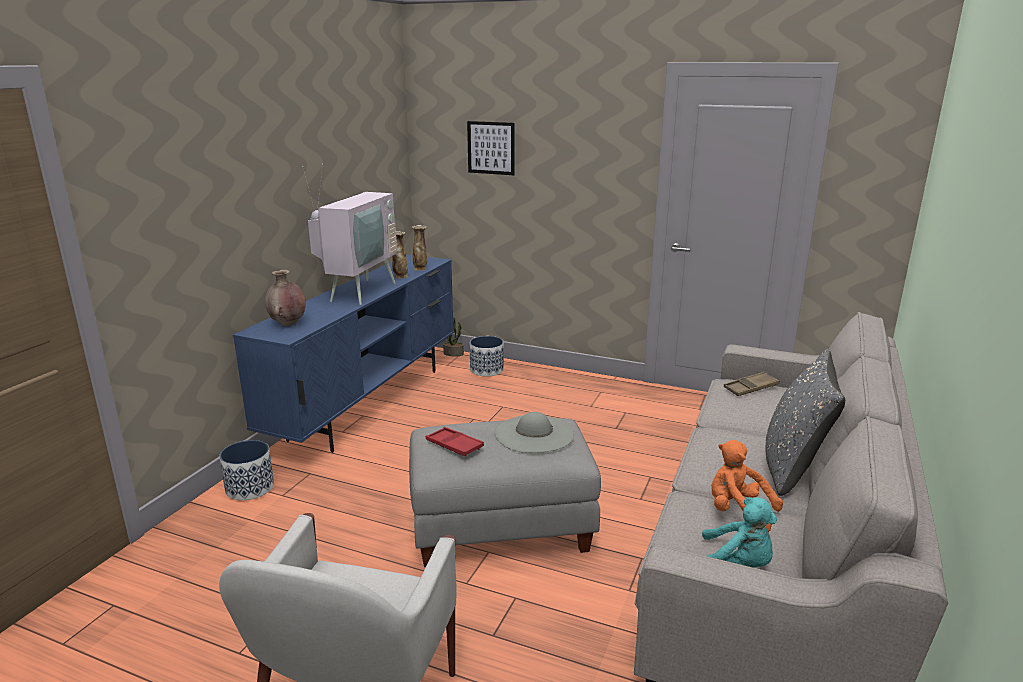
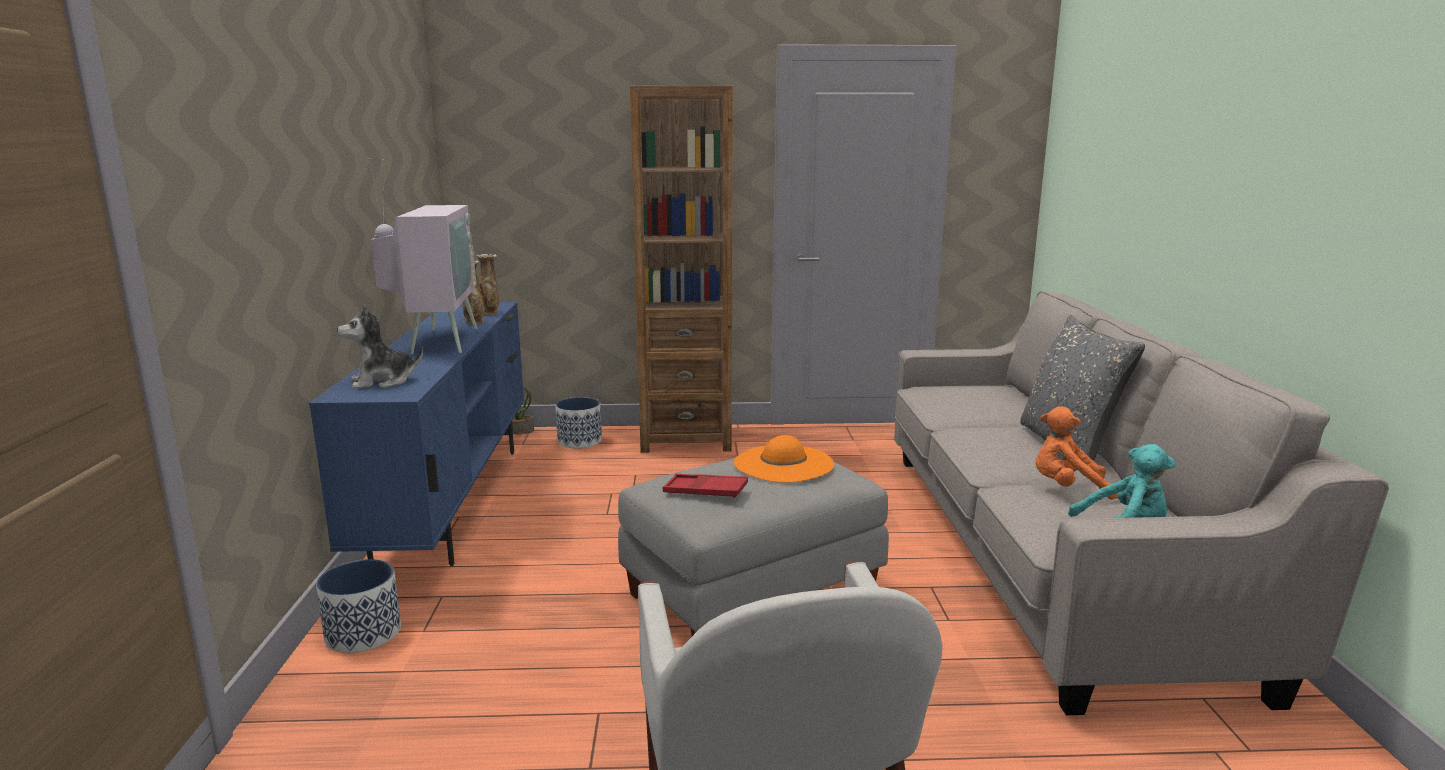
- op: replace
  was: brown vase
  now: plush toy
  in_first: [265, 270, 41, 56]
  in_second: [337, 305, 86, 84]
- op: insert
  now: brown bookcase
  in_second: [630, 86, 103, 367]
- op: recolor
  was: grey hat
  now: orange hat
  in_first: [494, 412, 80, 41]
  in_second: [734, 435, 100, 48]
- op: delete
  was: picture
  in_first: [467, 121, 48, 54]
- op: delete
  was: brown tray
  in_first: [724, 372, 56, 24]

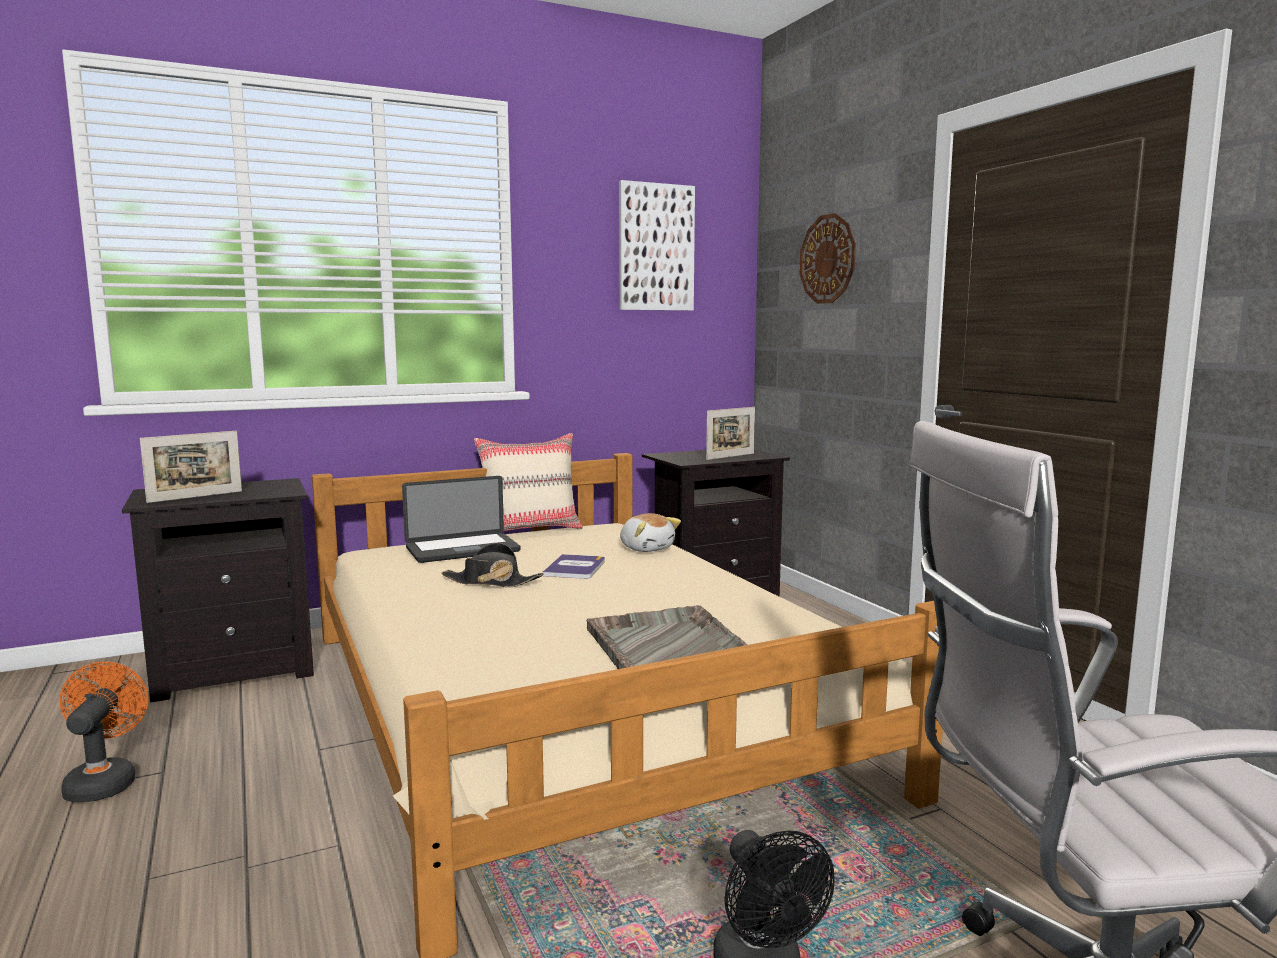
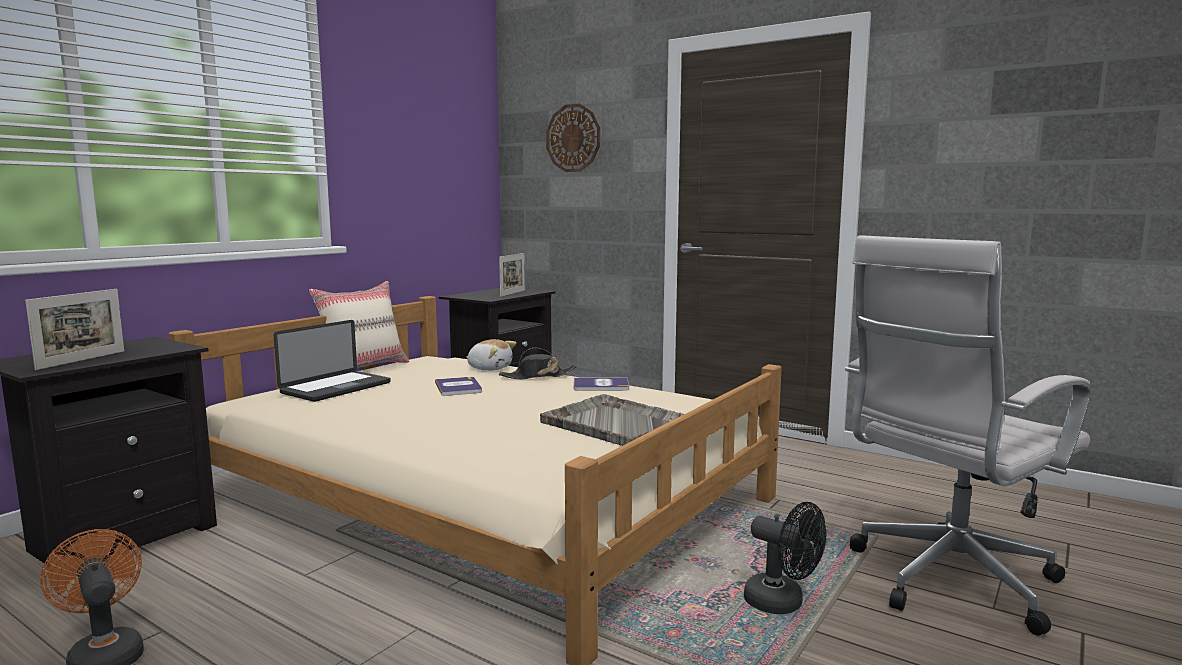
- op: move
  was: black hat
  in_first: [441, 543, 103, 44]
  in_second: [499, 348, 78, 31]
- op: insert
  now: book
  in_second: [573, 377, 56, 14]
- op: delete
  was: picture
  in_first: [619, 180, 76, 131]

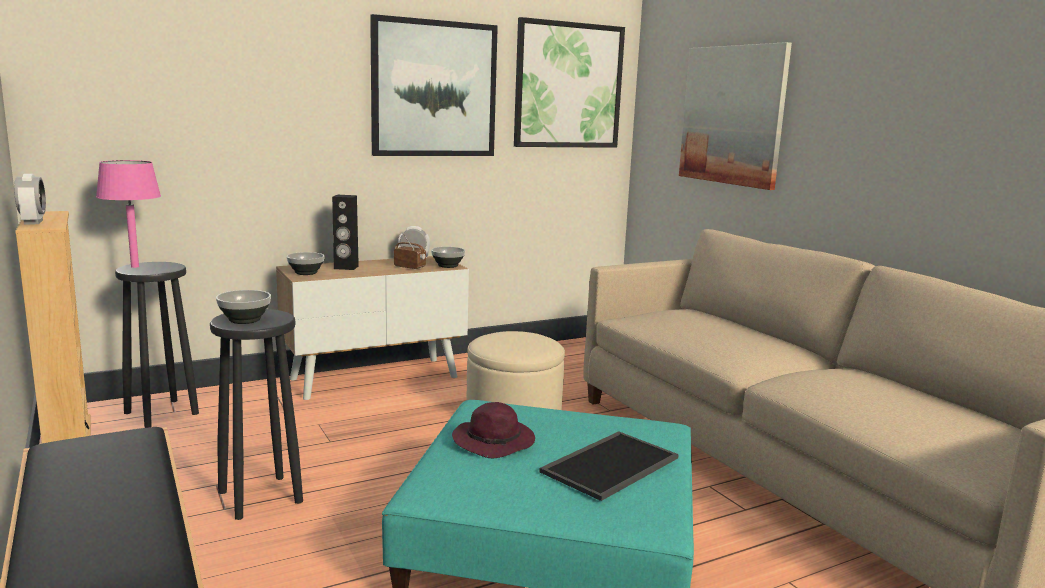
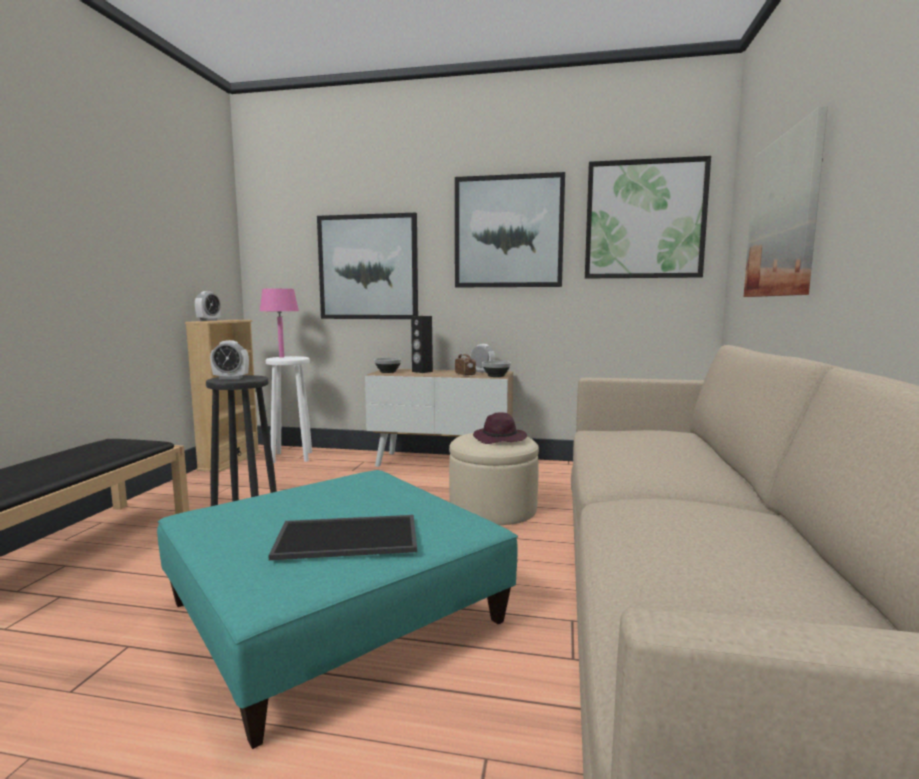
- op: replace
  was: bowl
  now: alarm clock
  in_first: [216, 290, 55, 34]
  in_second: [210, 340, 39, 39]
- op: recolor
  was: black stool
  now: white stool
  in_first: [115, 262, 84, 166]
  in_second: [266, 356, 46, 107]
- op: insert
  now: picture
  in_second: [317, 213, 101, 106]
- op: move
  was: purple hat
  in_first: [452, 402, 83, 56]
  in_second: [473, 412, 54, 32]

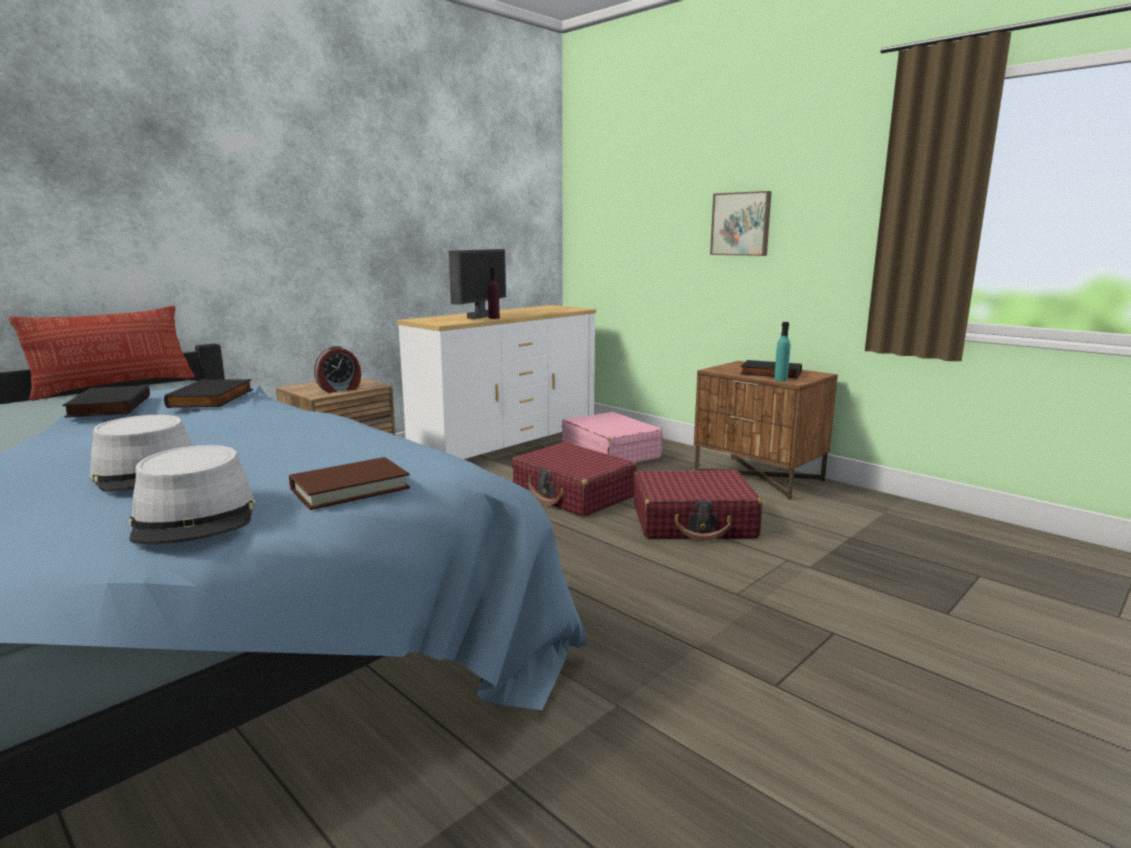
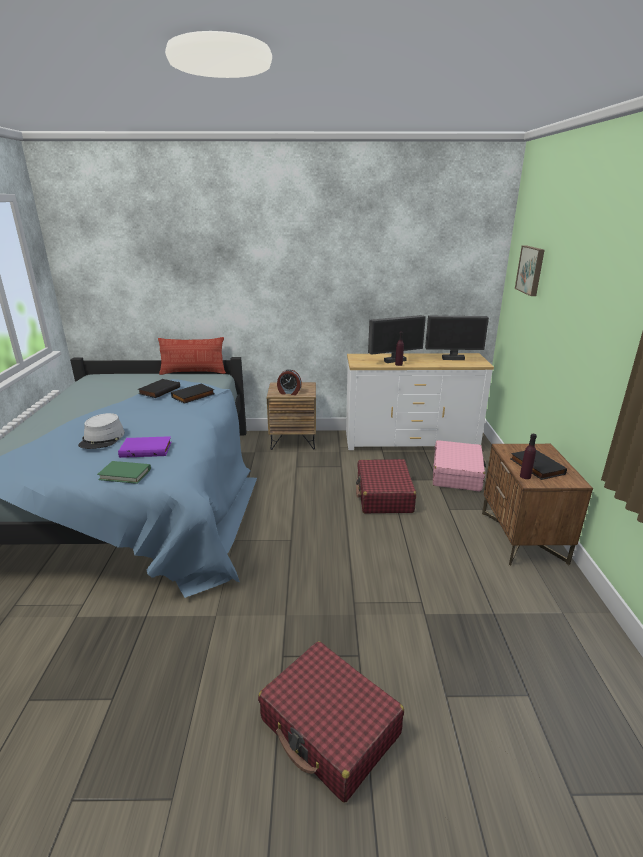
- op: recolor
  was: brown book
  now: green book
  in_first: [289, 457, 121, 53]
  in_second: [97, 461, 54, 23]
- op: insert
  now: purple book
  in_second: [118, 436, 54, 22]
- op: move
  was: red suitcase
  in_first: [634, 470, 128, 71]
  in_second: [258, 641, 146, 162]
- op: insert
  now: monitor
  in_second: [425, 316, 64, 44]
- op: move
  was: picture
  in_first: [710, 191, 62, 65]
  in_second: [515, 246, 30, 50]
- op: recolor
  was: turquoise bottle
  now: purple bottle
  in_first: [774, 322, 16, 60]
  in_second: [520, 434, 17, 45]
- op: delete
  was: grey hat
  in_first: [129, 445, 127, 99]

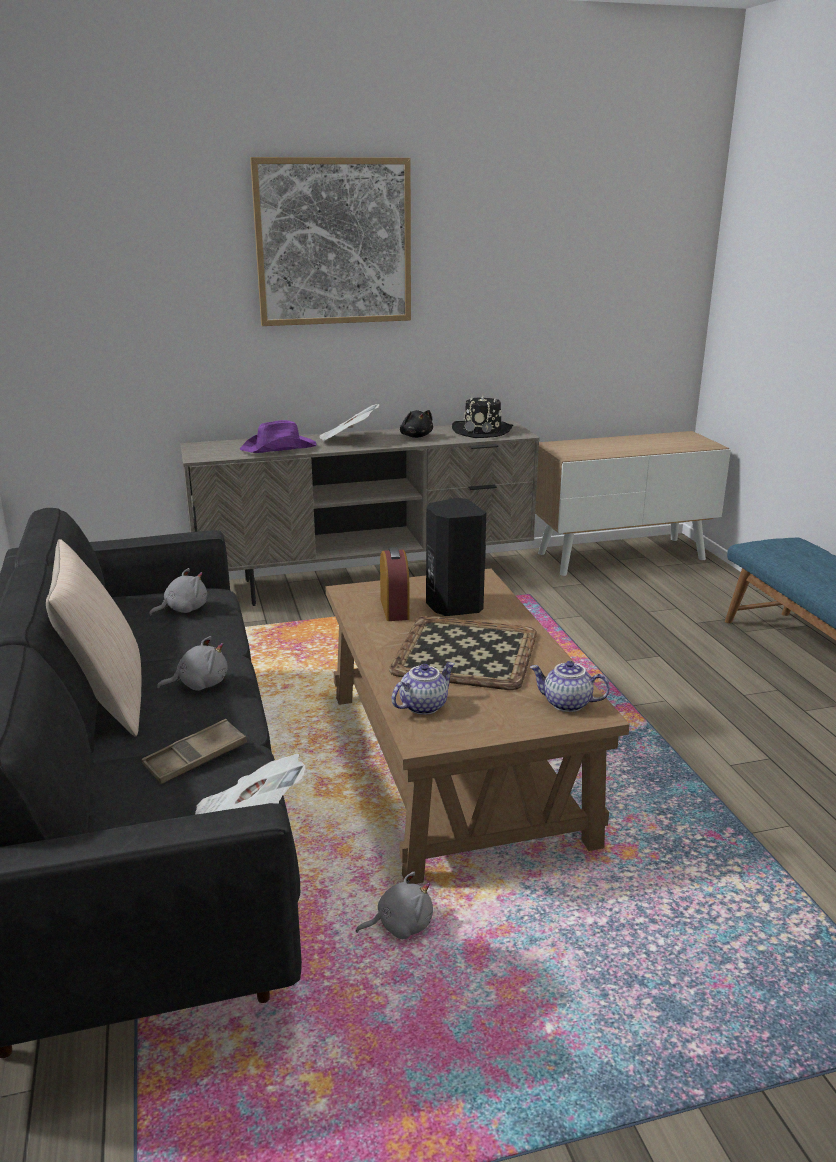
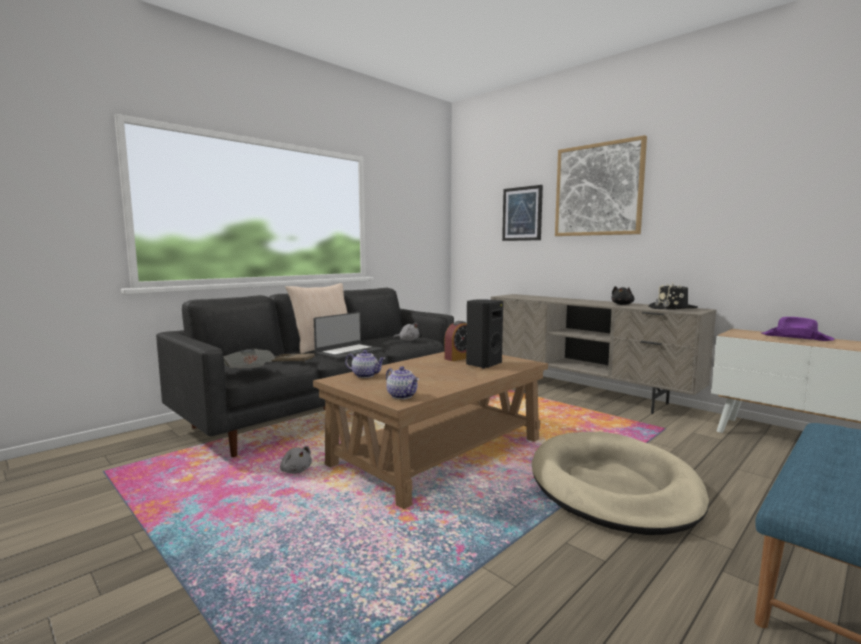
- op: replace
  was: grey plush toy
  now: laptop
  in_first: [157, 636, 71, 55]
  in_second: [314, 312, 69, 48]
- op: rotate
  was: teapot
  in_first: [530, 661, 80, 51]
  in_second: [386, 366, 33, 33]
  clockwise: 150
- op: insert
  now: picture
  in_second: [502, 185, 41, 56]
- op: insert
  now: beige dog bed
  in_second: [532, 432, 177, 103]
- op: move
  was: purple hat
  in_first: [240, 420, 77, 33]
  in_second: [762, 317, 73, 24]
- op: delete
  was: newspaper
  in_first: [319, 404, 60, 37]
- op: delete
  was: tray
  in_first: [389, 616, 148, 74]

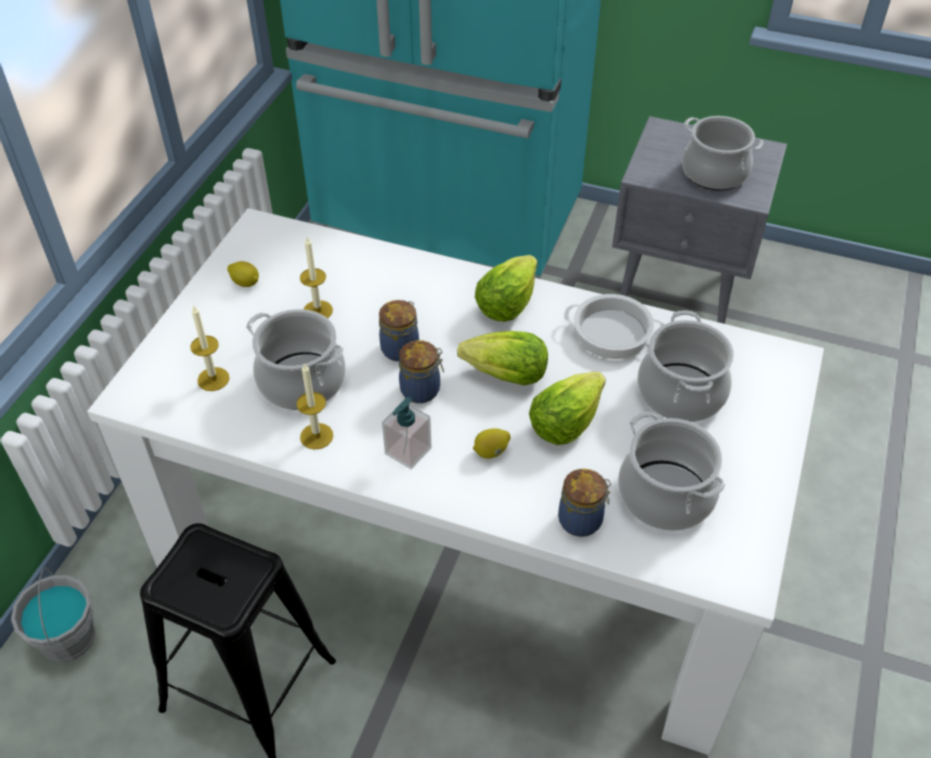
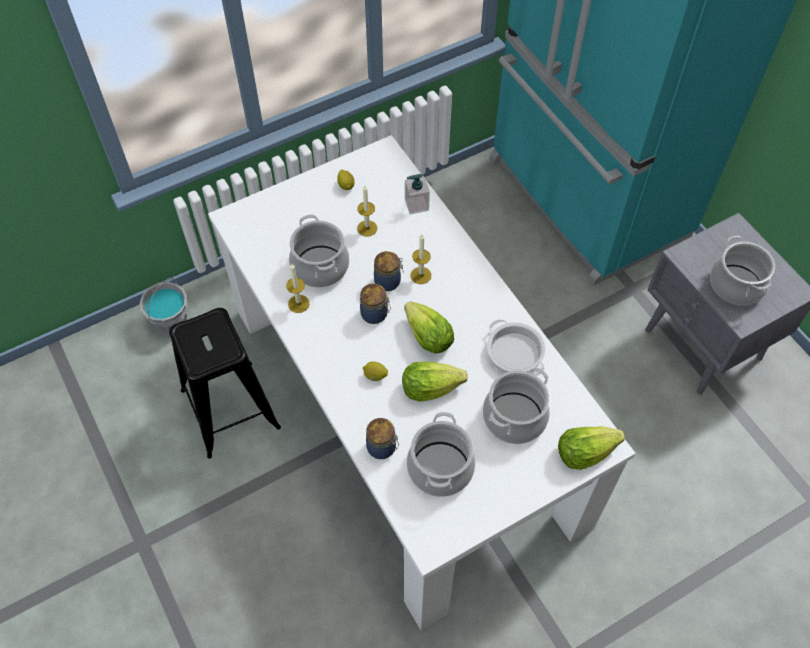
- op: move
  was: soap dispenser
  in_first: [382, 397, 50, 72]
  in_second: [405, 174, 25, 40]
- op: move
  was: candle
  in_first: [190, 305, 40, 86]
  in_second: [411, 235, 20, 49]
- op: move
  was: lettuce
  in_first: [475, 255, 62, 67]
  in_second: [558, 426, 67, 44]

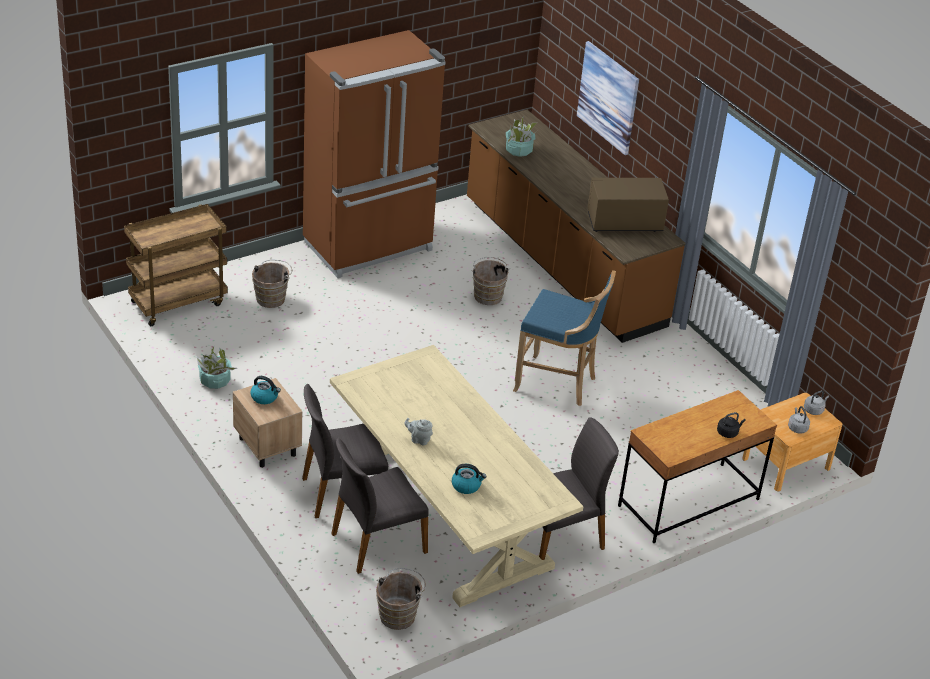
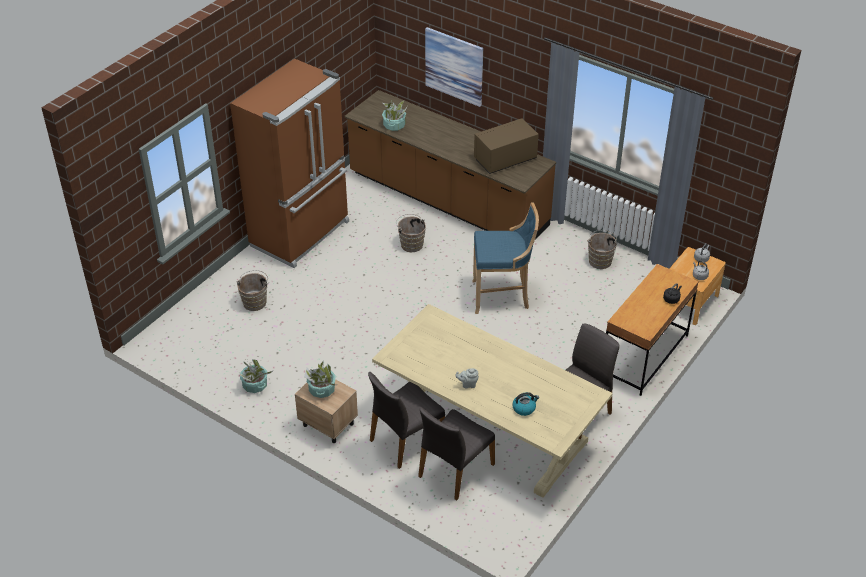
- op: replace
  was: kettle
  now: potted plant
  in_first: [250, 376, 31, 28]
  in_second: [304, 361, 32, 37]
- op: move
  was: brown bucket
  in_first: [376, 568, 50, 62]
  in_second: [587, 230, 32, 39]
- op: delete
  was: brown cart
  in_first: [124, 204, 104, 122]

